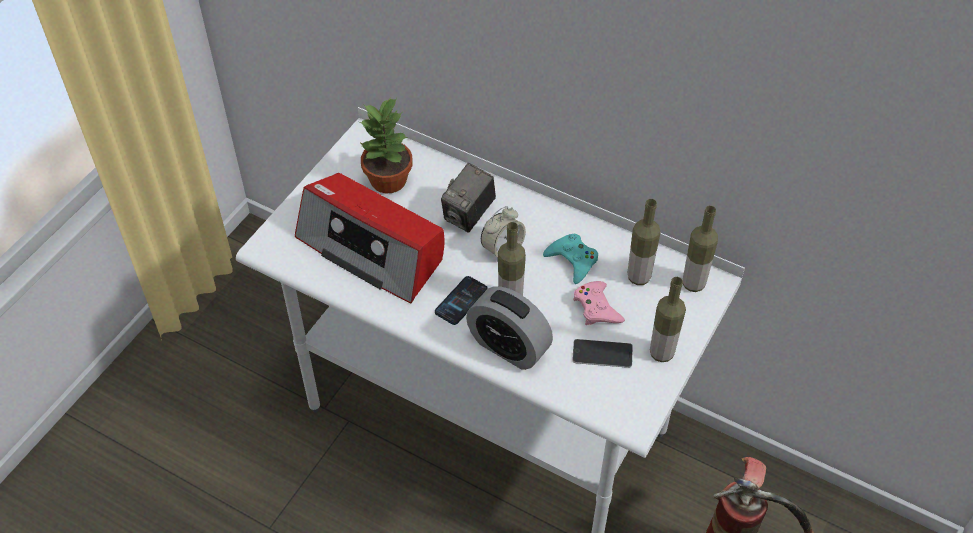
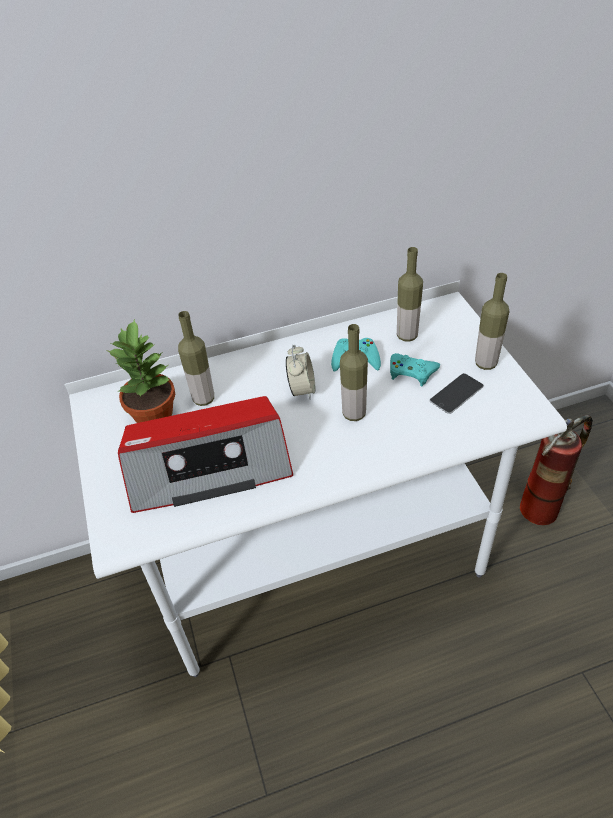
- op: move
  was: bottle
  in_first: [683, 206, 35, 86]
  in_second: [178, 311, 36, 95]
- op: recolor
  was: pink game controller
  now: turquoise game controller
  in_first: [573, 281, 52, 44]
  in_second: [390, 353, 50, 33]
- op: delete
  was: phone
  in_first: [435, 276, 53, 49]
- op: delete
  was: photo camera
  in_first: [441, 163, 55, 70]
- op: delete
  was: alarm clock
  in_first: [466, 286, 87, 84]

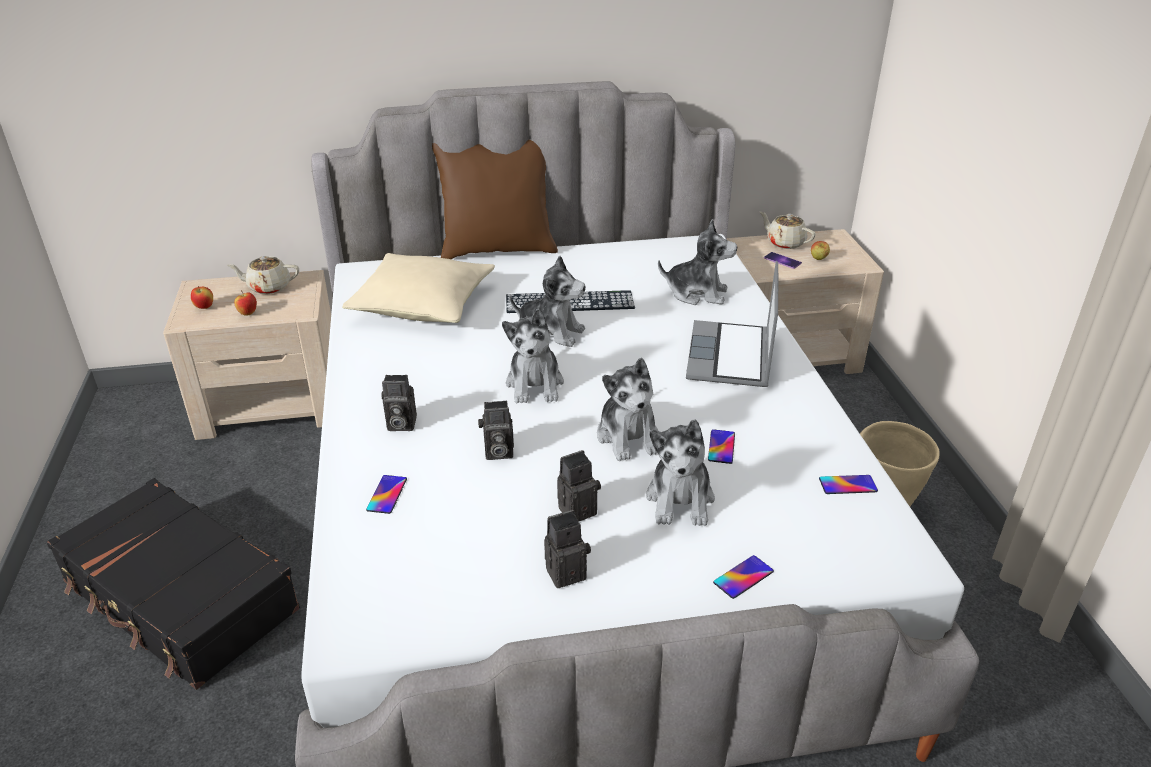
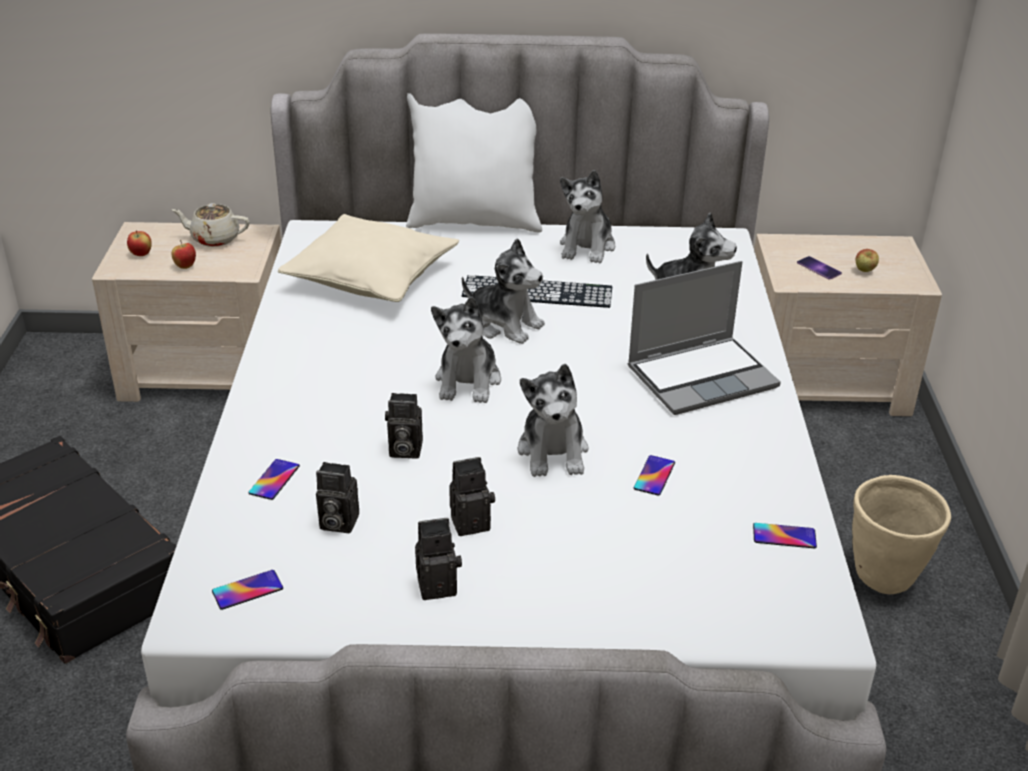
- op: move
  was: phone
  in_first: [713, 555, 61, 44]
  in_second: [212, 570, 71, 40]
- op: move
  was: photo camera
  in_first: [381, 375, 36, 56]
  in_second: [316, 462, 43, 71]
- op: recolor
  was: brown pillow
  now: white pillow
  in_first: [432, 140, 126, 119]
  in_second: [406, 93, 136, 139]
- op: move
  was: plush toy
  in_first: [646, 419, 69, 107]
  in_second: [560, 170, 55, 93]
- op: rotate
  was: laptop
  in_first: [686, 261, 92, 126]
  in_second: [628, 261, 153, 154]
  clockwise: -135
- op: delete
  was: beige teapot
  in_first: [760, 211, 56, 38]

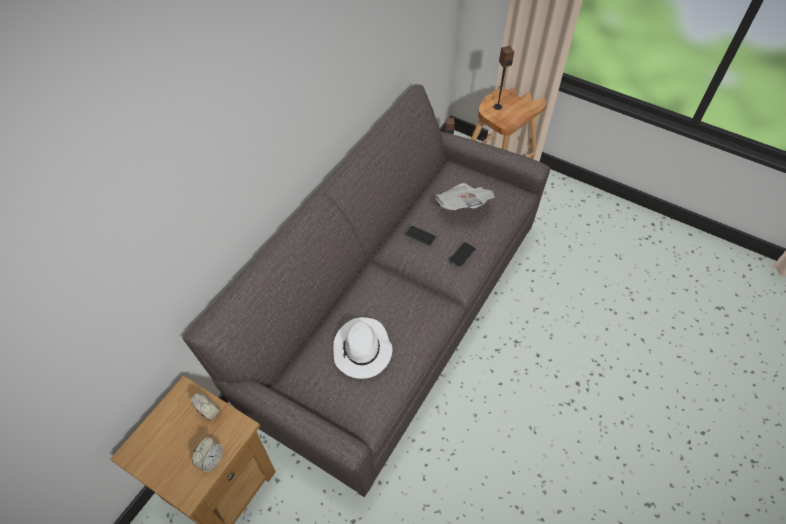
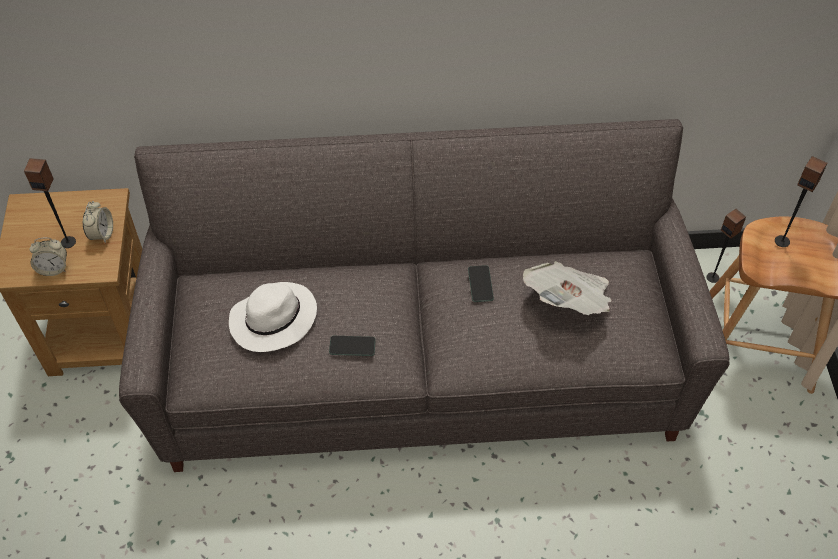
- op: insert
  now: speaker
  in_second: [24, 158, 52, 90]
- op: move
  was: phone
  in_first: [449, 242, 27, 25]
  in_second: [329, 336, 47, 20]

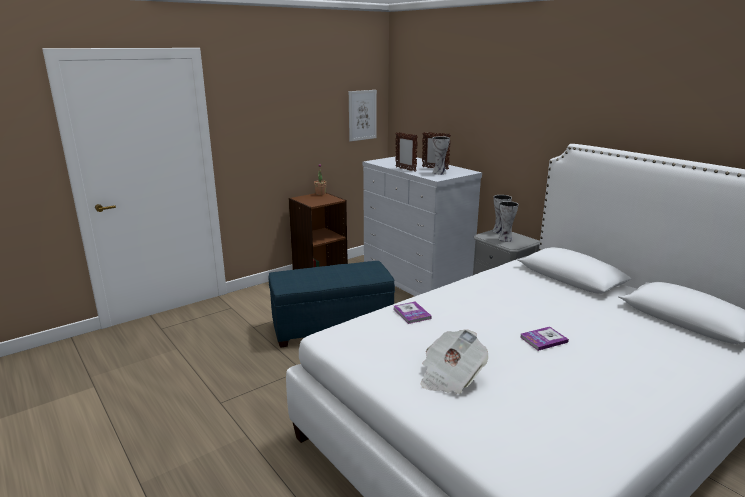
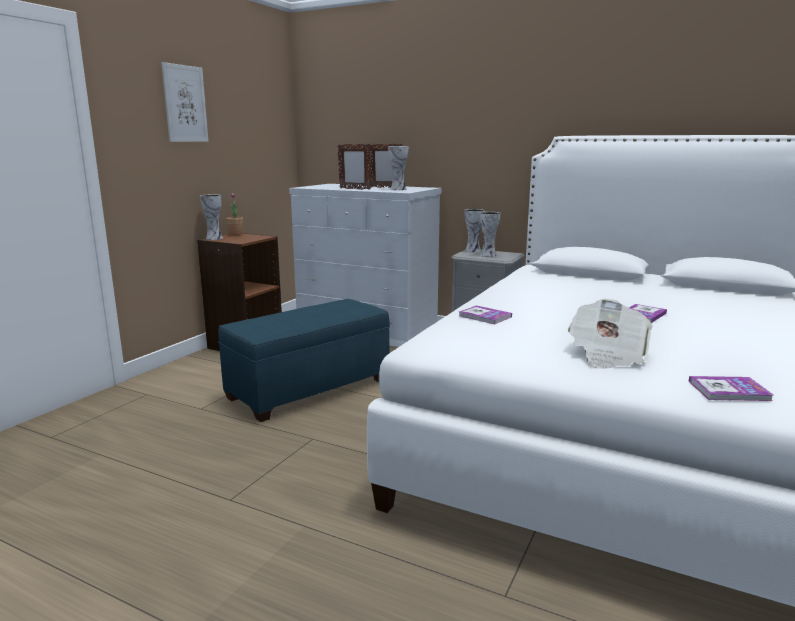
- op: move
  was: picture
  in_first: [349, 90, 28, 51]
  in_second: [161, 62, 47, 80]
- op: insert
  now: vase
  in_second: [200, 194, 23, 46]
- op: insert
  now: book
  in_second: [688, 376, 85, 25]

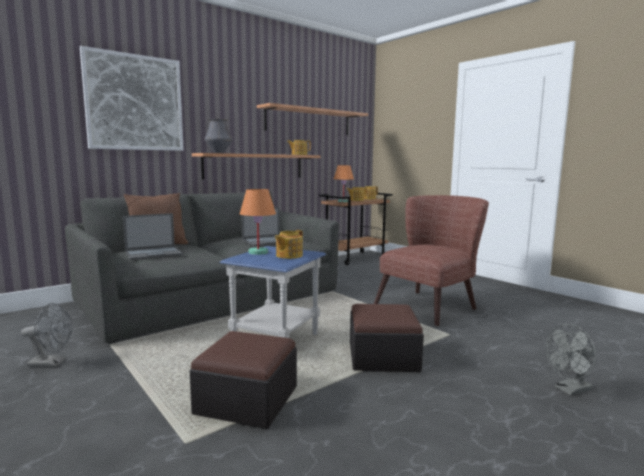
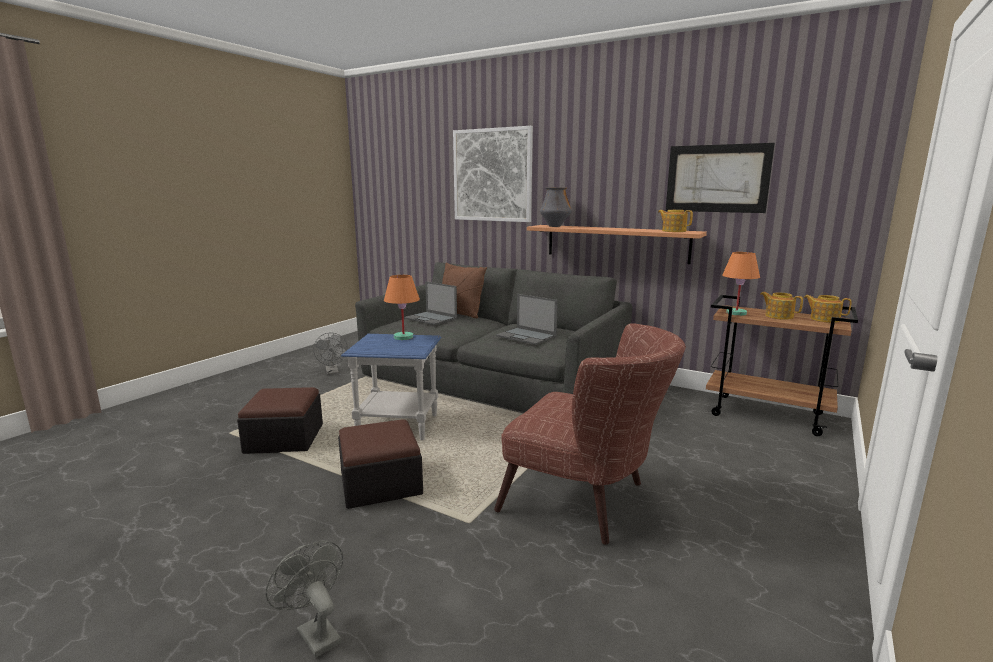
- op: replace
  was: shelf
  now: picture
  in_first: [257, 103, 111, 32]
  in_second: [666, 143, 109, 70]
- op: delete
  was: teapot
  in_first: [275, 230, 28, 29]

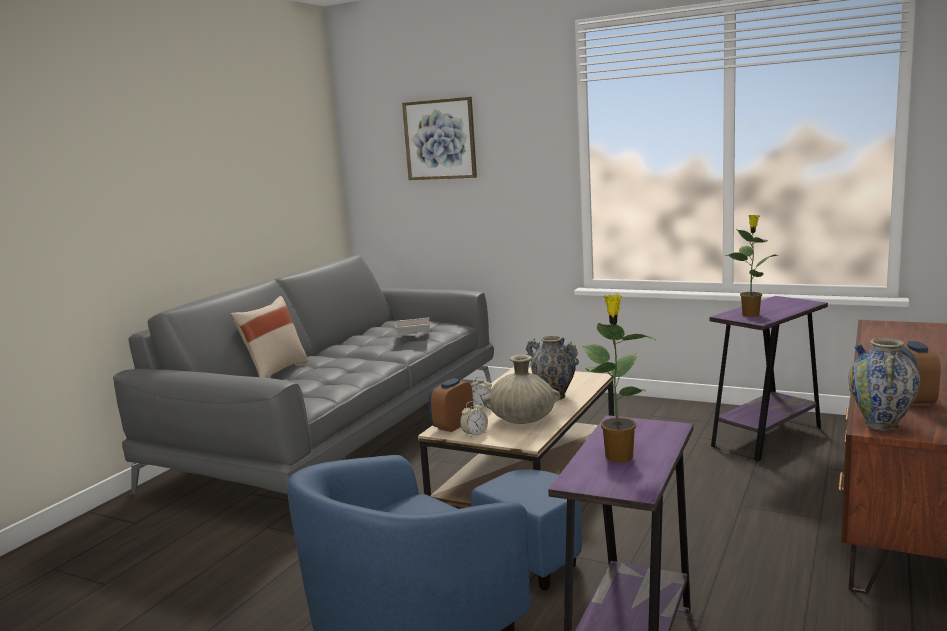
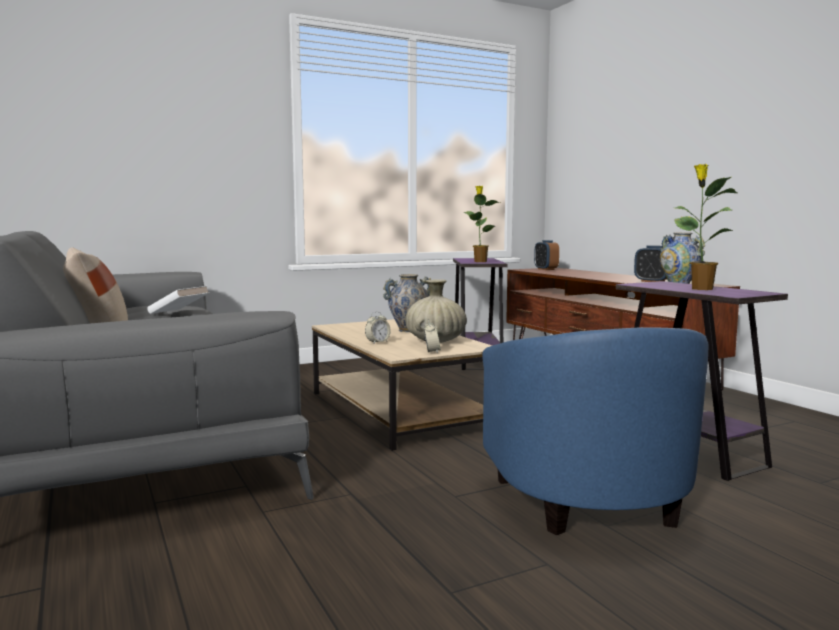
- op: move
  was: alarm clock
  in_first: [428, 378, 45, 54]
  in_second: [534, 240, 25, 30]
- op: delete
  was: picture
  in_first: [402, 97, 75, 83]

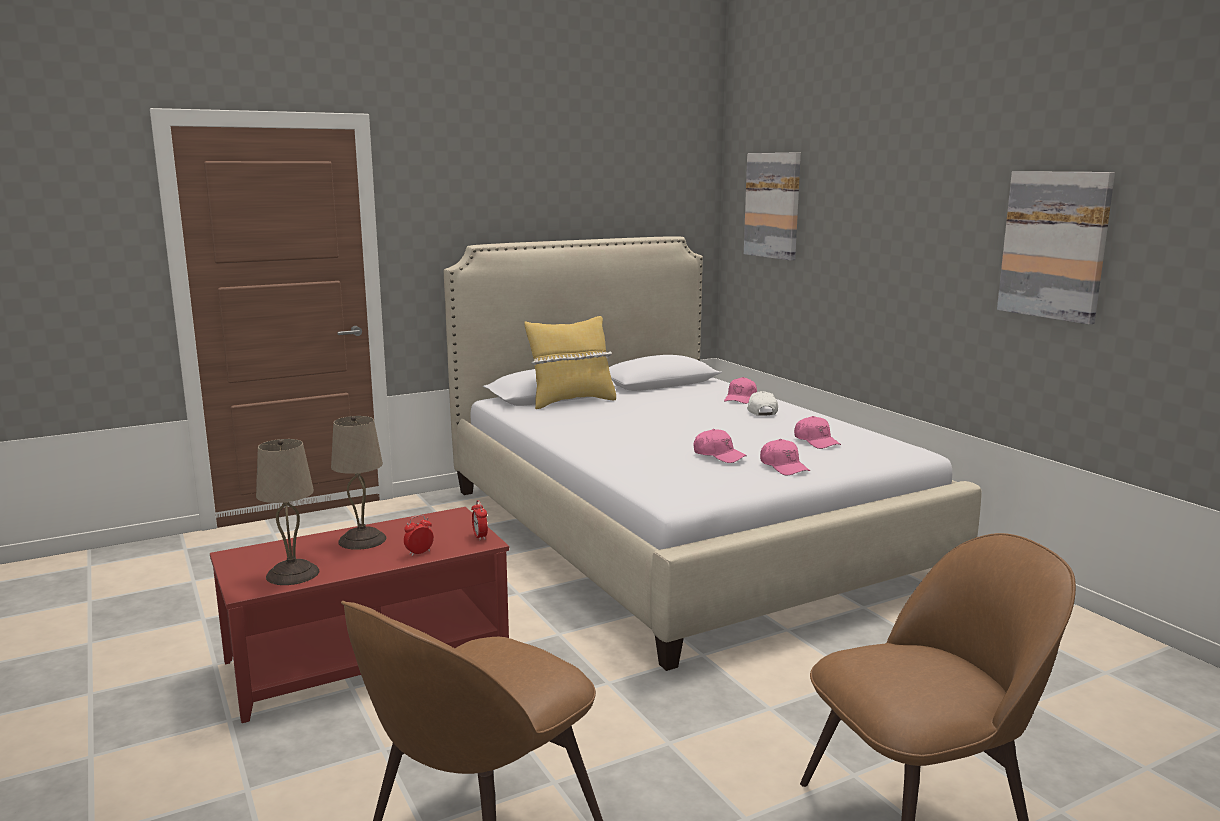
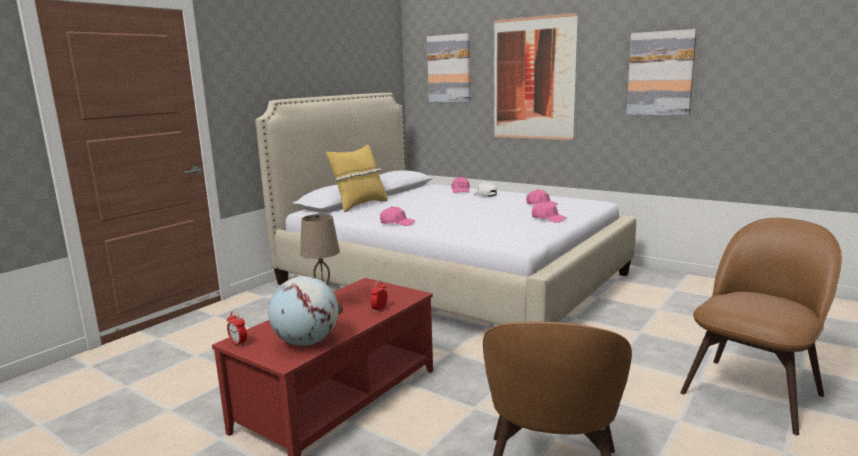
- op: move
  was: alarm clock
  in_first: [471, 500, 17, 40]
  in_second: [227, 312, 20, 35]
- op: replace
  was: beige table lamp
  now: globe
  in_first: [256, 439, 63, 146]
  in_second: [268, 276, 70, 70]
- op: move
  was: pink cap
  in_first: [694, 429, 53, 34]
  in_second: [380, 206, 35, 20]
- op: insert
  now: picture
  in_second: [494, 13, 84, 127]

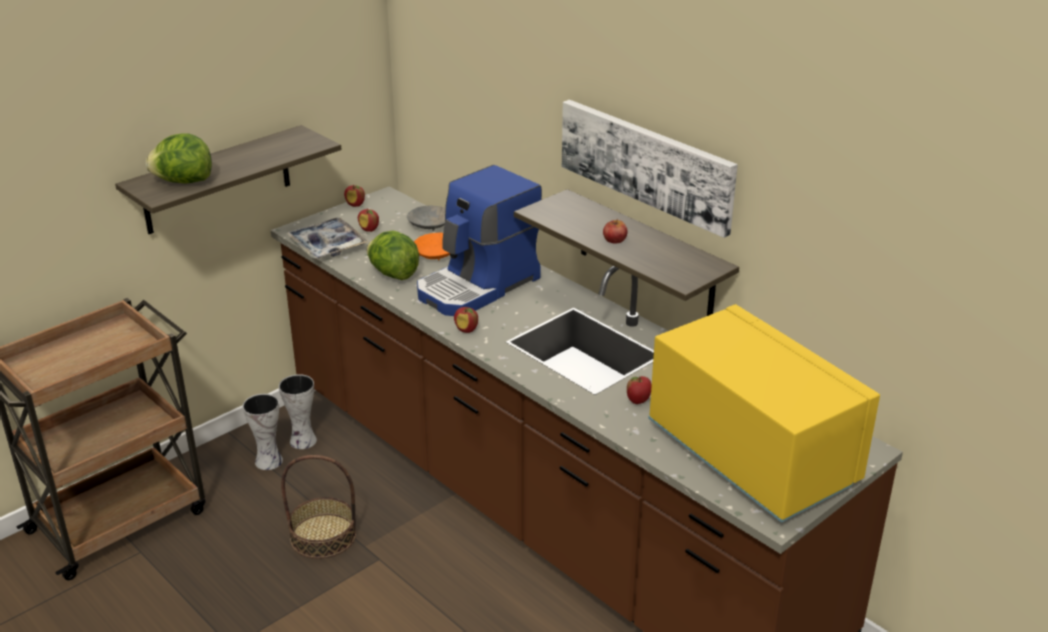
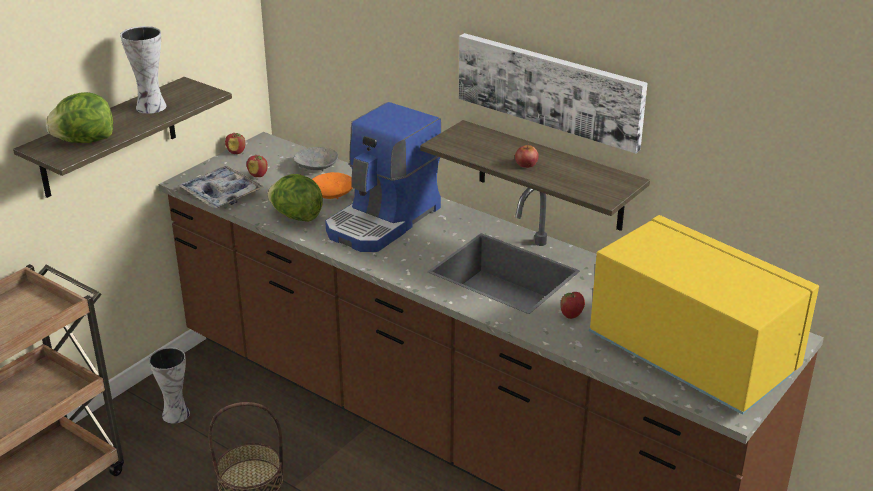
- op: move
  was: vase
  in_first: [279, 374, 38, 75]
  in_second: [120, 26, 47, 88]
- op: delete
  was: apple
  in_first: [454, 307, 24, 26]

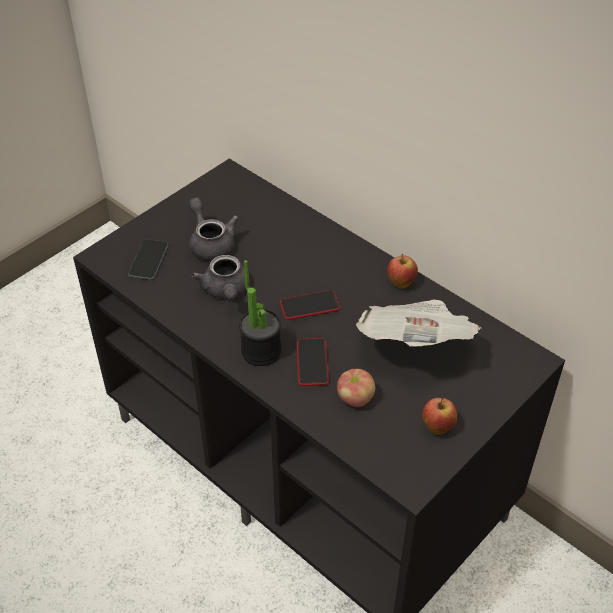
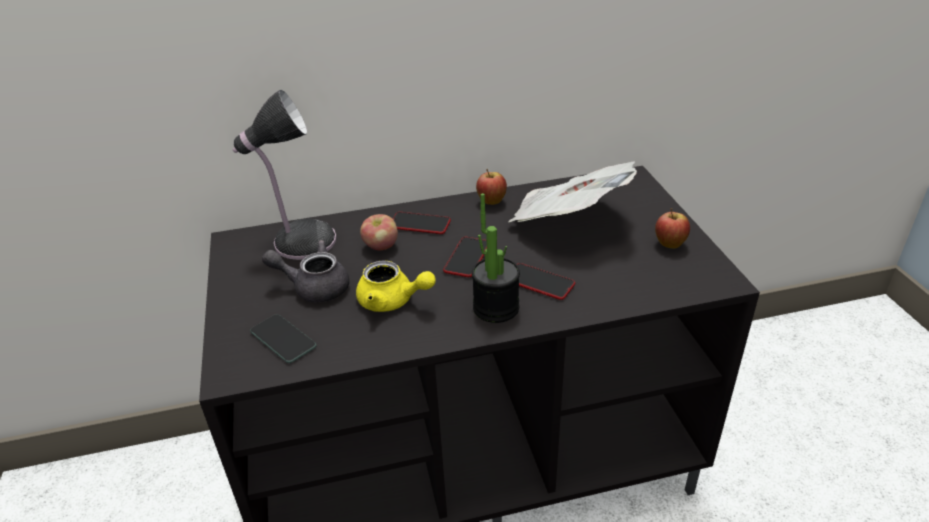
- op: insert
  now: table lamp
  in_second: [233, 90, 104, 170]
- op: recolor
  was: grey teapot
  now: yellow teapot
  in_first: [192, 255, 58, 46]
  in_second: [356, 260, 80, 52]
- op: move
  was: apple
  in_first: [337, 369, 38, 38]
  in_second: [360, 214, 38, 36]
- op: insert
  now: phone
  in_second: [393, 212, 58, 22]

